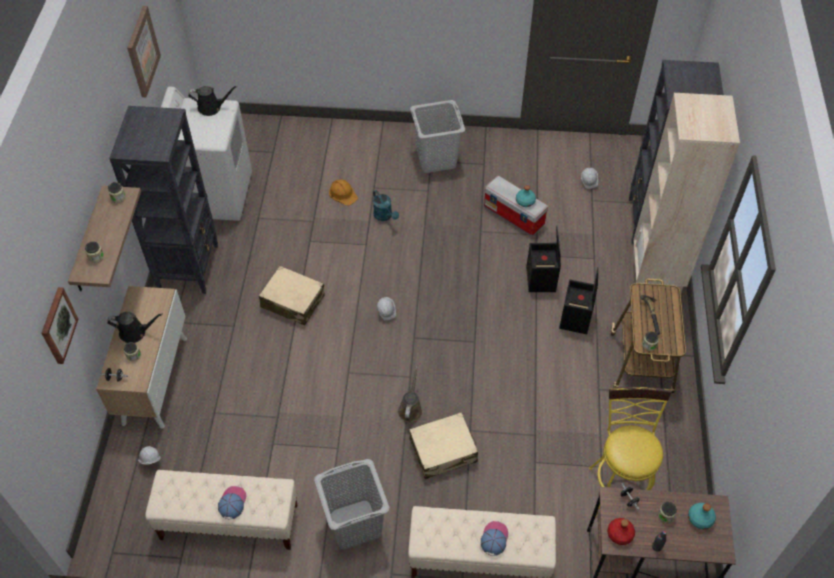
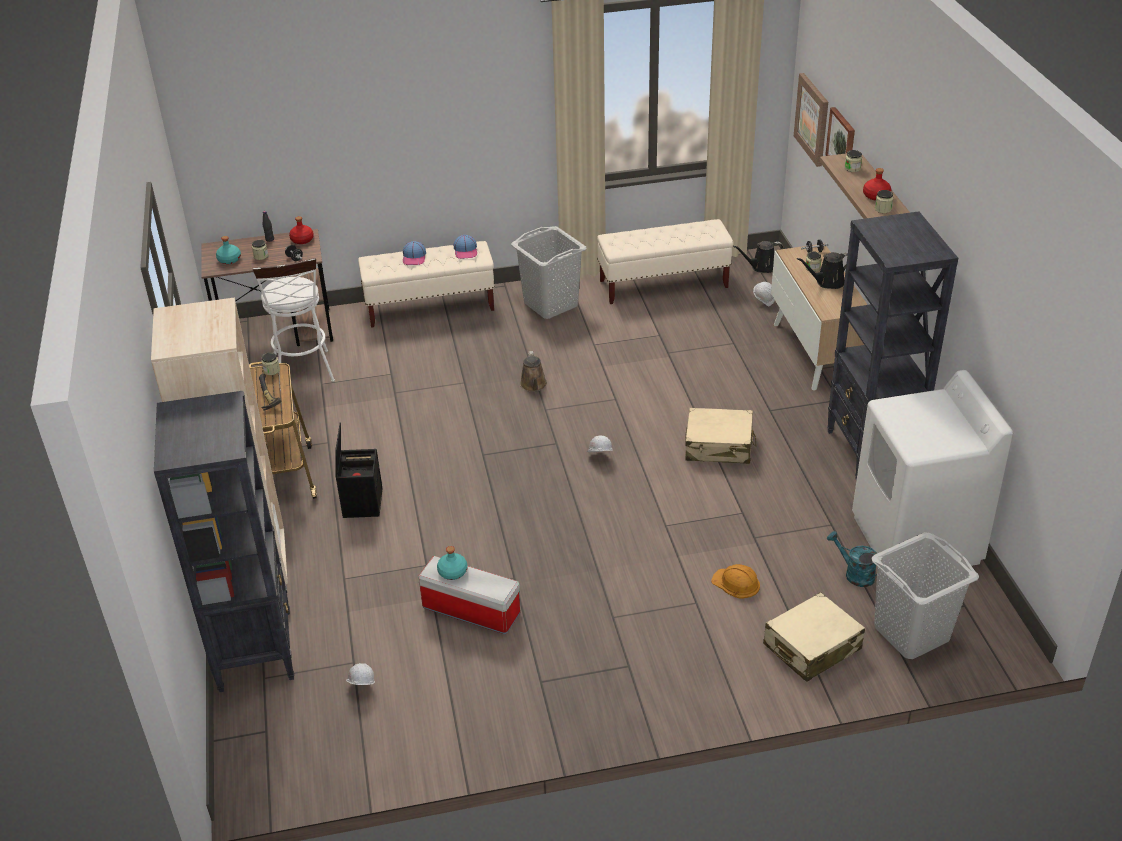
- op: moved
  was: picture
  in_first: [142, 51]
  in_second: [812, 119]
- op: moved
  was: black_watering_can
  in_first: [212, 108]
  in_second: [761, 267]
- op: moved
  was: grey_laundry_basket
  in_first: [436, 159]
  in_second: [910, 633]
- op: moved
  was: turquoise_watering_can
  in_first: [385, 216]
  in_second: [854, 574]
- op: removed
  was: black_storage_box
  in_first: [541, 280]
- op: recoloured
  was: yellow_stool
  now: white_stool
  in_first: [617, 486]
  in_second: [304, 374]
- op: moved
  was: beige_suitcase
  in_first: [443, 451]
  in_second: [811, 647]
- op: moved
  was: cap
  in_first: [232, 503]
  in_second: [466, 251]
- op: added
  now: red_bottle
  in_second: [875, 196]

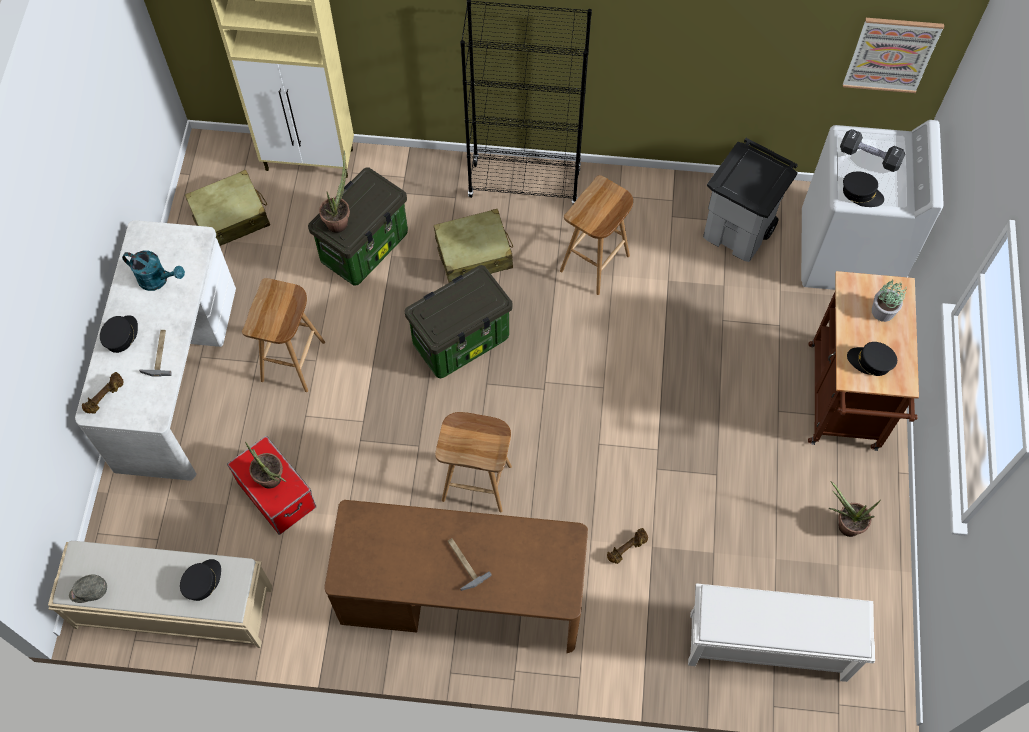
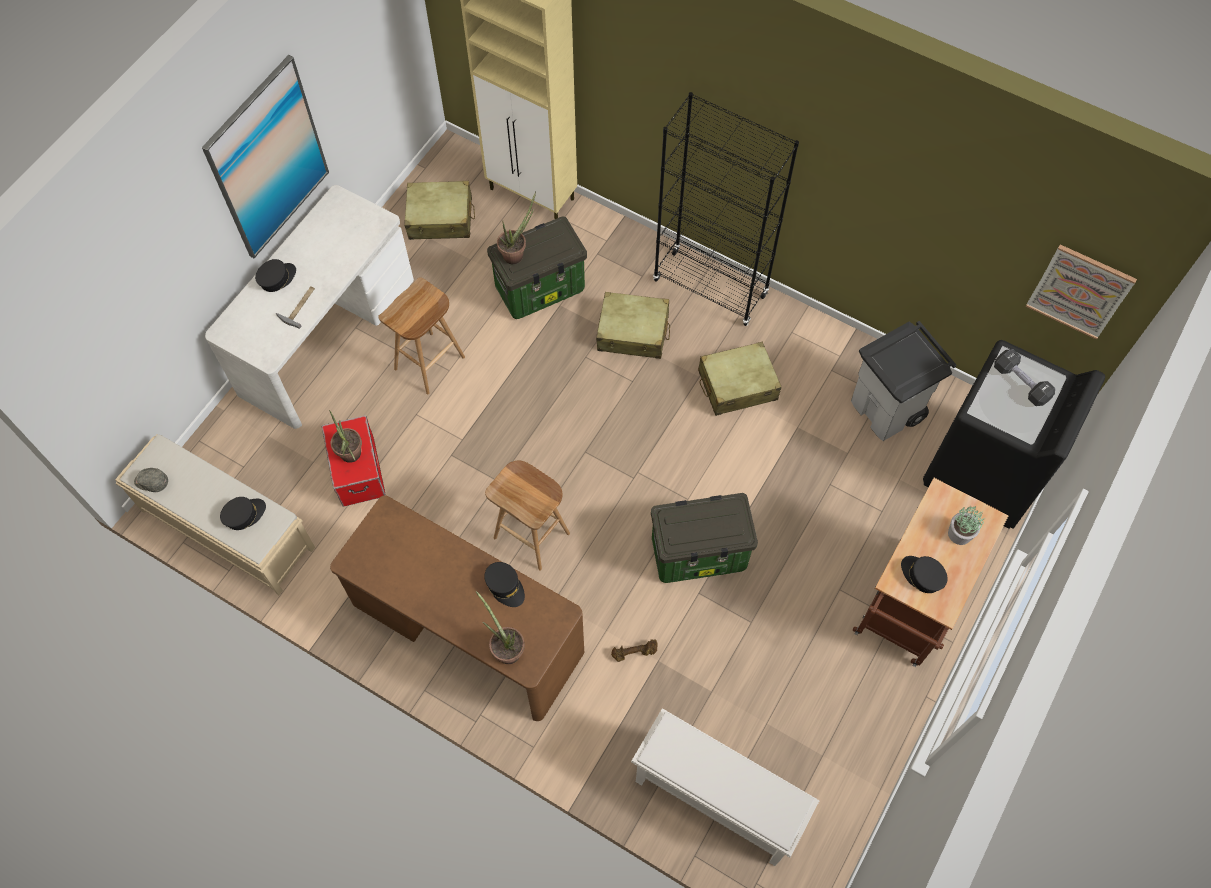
- op: recoloured
  was: white_washing_machine
  now: black_washing_machine
  in_first: [848, 252]
  in_second: [984, 471]
- op: moved
  was: black_cap
  in_first: [861, 193]
  in_second: [505, 587]
- op: replaced
  was: brown_stool
  now: beige_suitcase
  in_first: [595, 264]
  in_second: [737, 385]
- op: removed
  was: turquoise_watering_can
  in_first: [158, 280]
- op: moved
  was: storage_box
  in_first: [461, 340]
  in_second: [700, 553]
- op: removed
  was: brown_dumbbell
  in_first: [105, 397]
- op: moved
  was: potted_plant
  in_first: [844, 524]
  in_second: [505, 648]
- op: removed
  was: hammer
  in_first: [463, 563]
- op: added
  now: picture
  in_second: [268, 159]

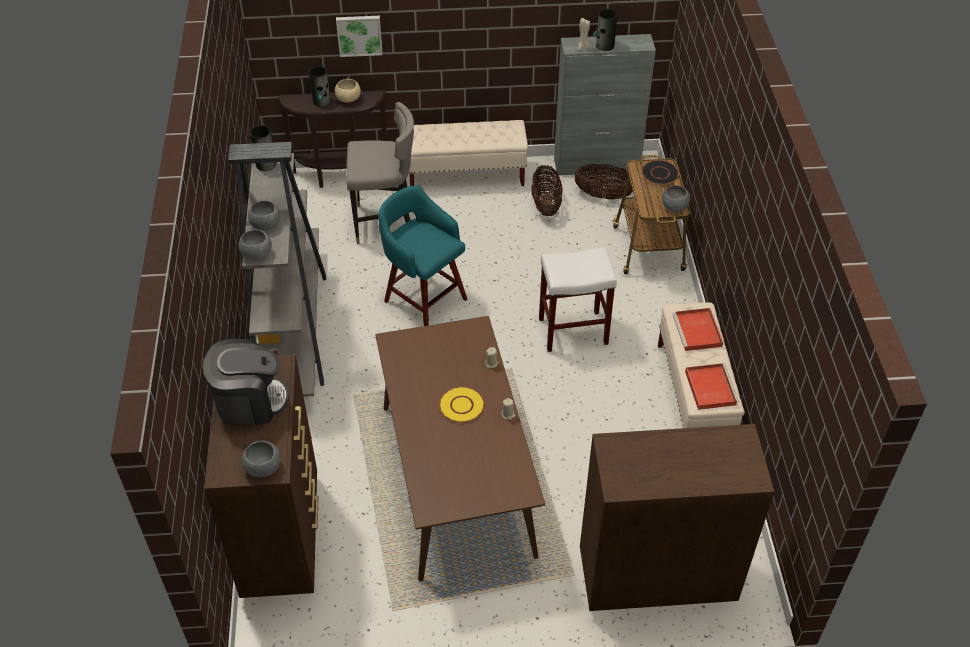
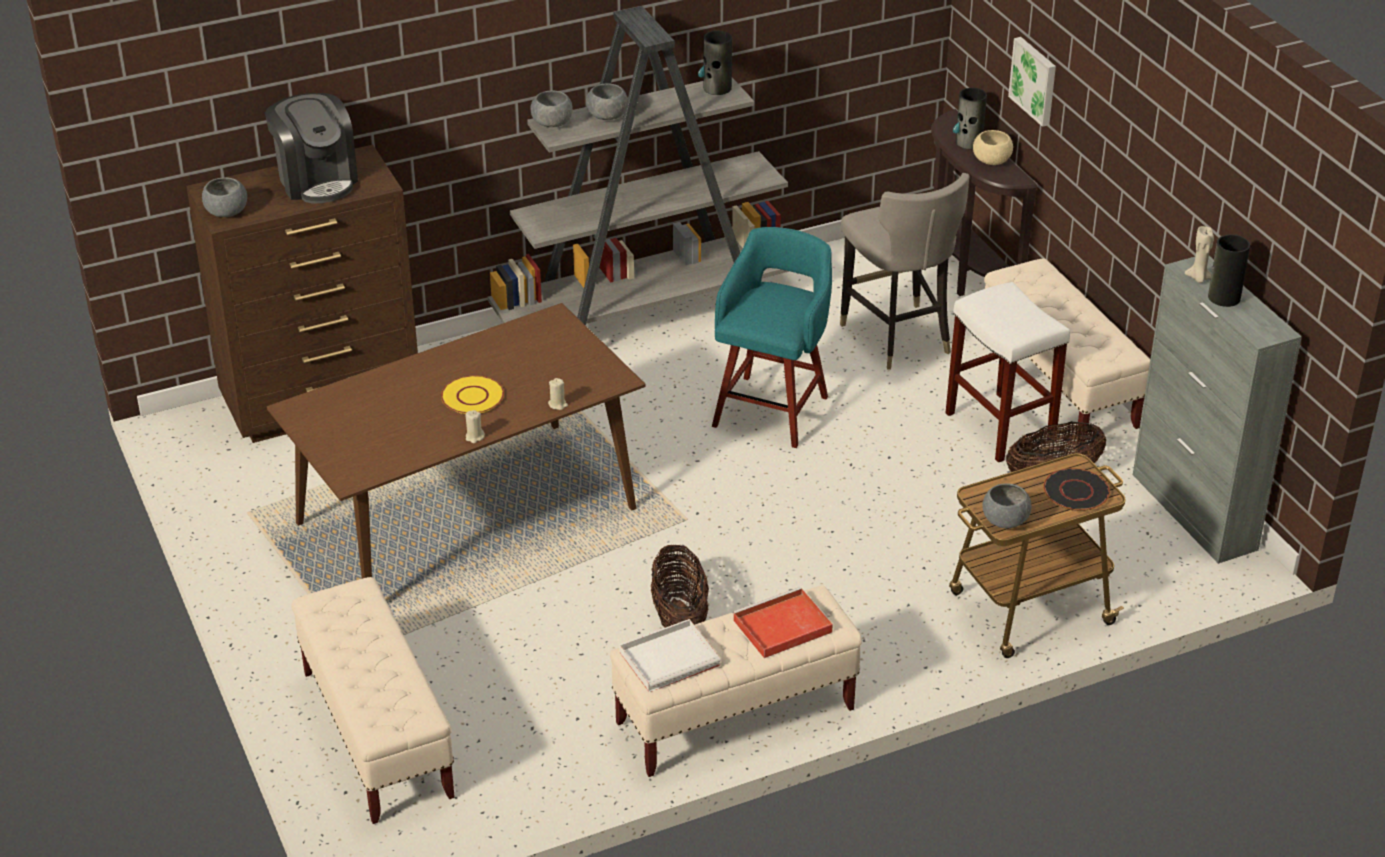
- op: moved
  was: basket
  in_first: [604, 195]
  in_second: [679, 617]
- op: moved
  was: white_stool
  in_first: [574, 330]
  in_second: [1001, 428]
- op: recoloured
  was: red_tray
  now: white_tray
  in_first: [709, 387]
  in_second: [671, 658]
- op: replaced
  was: brown_dresser
  now: beige_bench
  in_first: [655, 577]
  in_second: [377, 734]

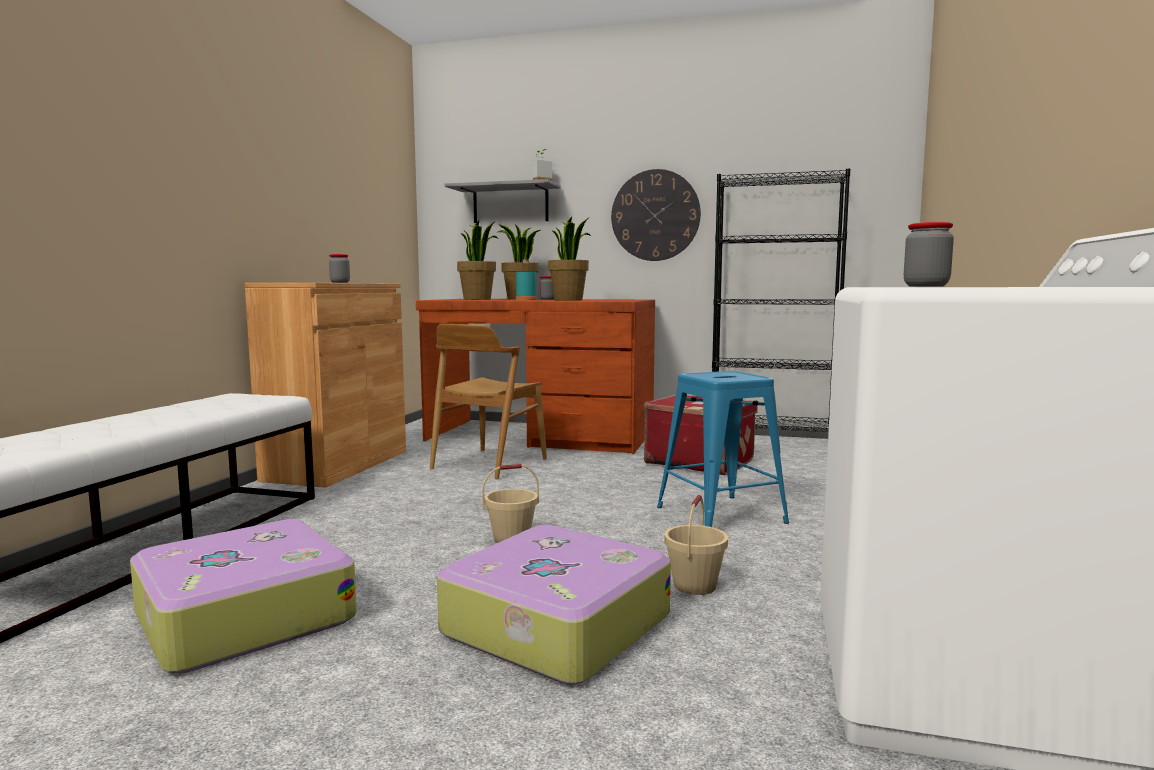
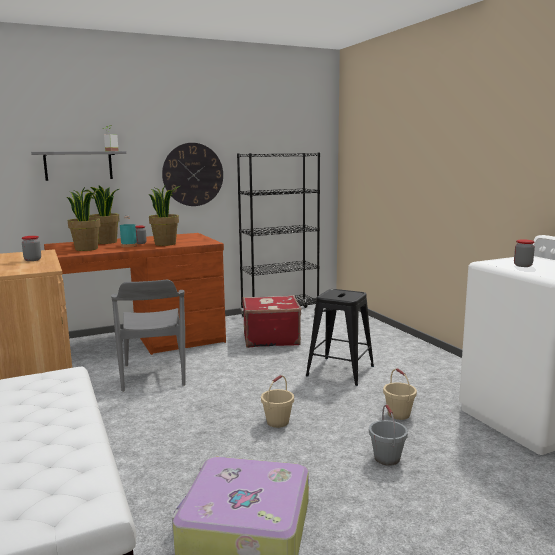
- op: recoloured
  was: brown_chair
  now: grey_chair
  in_first: [488, 464]
  in_second: [153, 375]
- op: recoloured
  was: blue_stool
  now: black_stool
  in_first: [720, 515]
  in_second: [340, 371]
- op: replaced
  was: suitcase
  now: grey_bucket
  in_first: [553, 625]
  in_second: [387, 458]

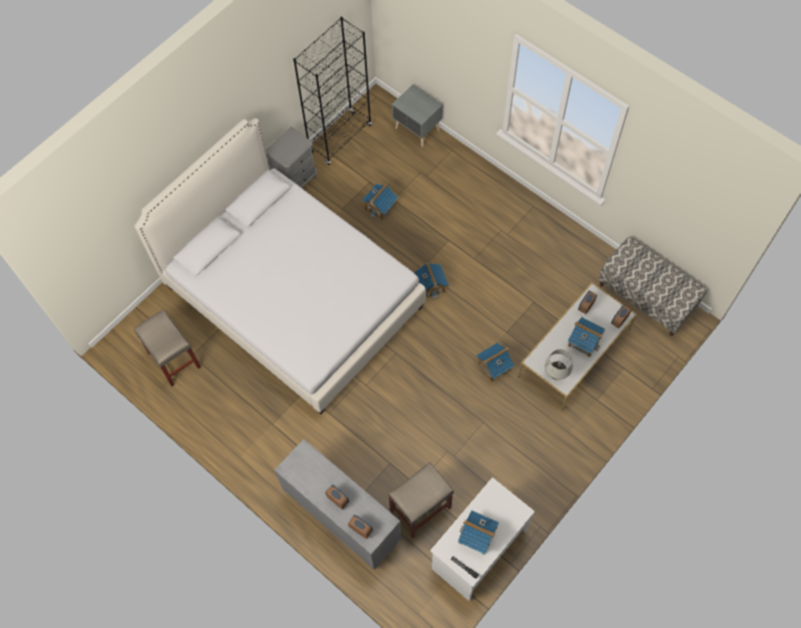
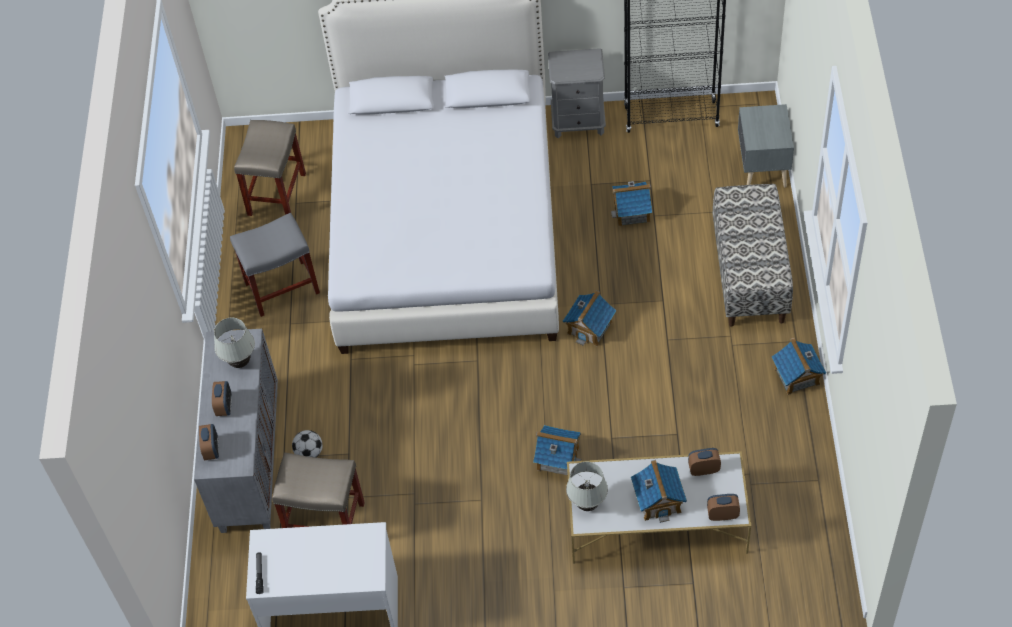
- op: moved
  was: bench
  in_first: [646, 297]
  in_second: [750, 274]
- op: moved
  was: toy_house
  in_first: [477, 536]
  in_second: [796, 376]
- op: added
  now: grey_stool
  in_second: [281, 288]
- op: added
  now: white_table_lamp
  in_second: [240, 363]
- op: added
  now: football
  in_second: [309, 453]

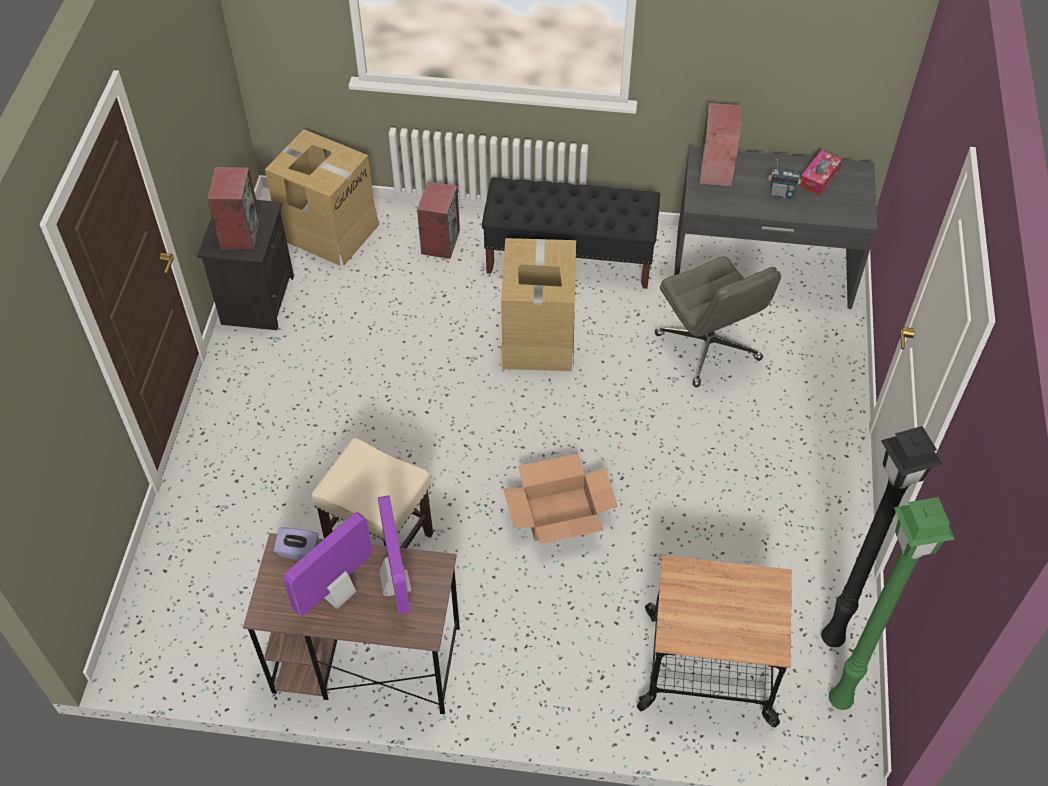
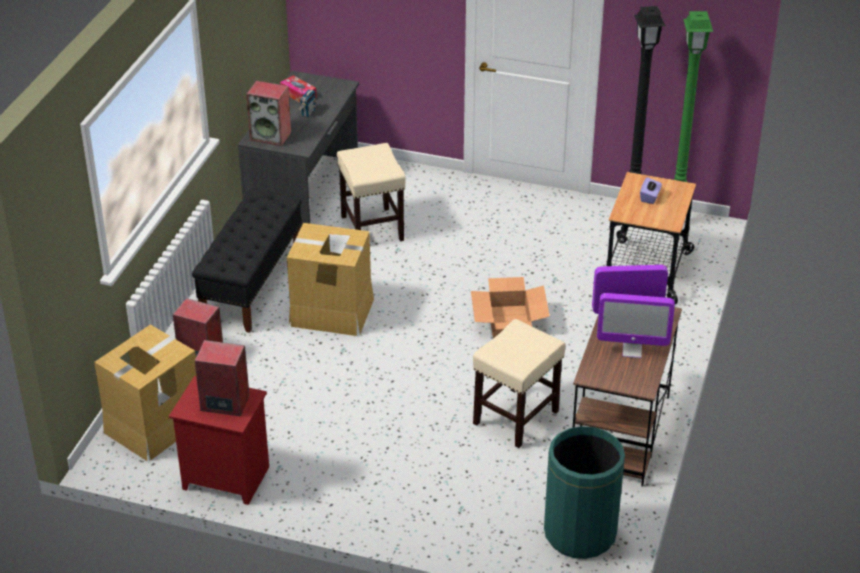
- op: recoloured
  was: black_nightstand
  now: red_nightstand
  in_first: [256, 299]
  in_second: [224, 478]
- op: replaced
  was: grey_office_chair
  now: beige_stool
  in_first: [709, 347]
  in_second: [372, 229]
- op: turned
  was: monitor
  in_first: [338, 593]
  in_second: [632, 350]
  clockwise: -45
- op: moved
  was: purple_tissue_box
  in_first: [298, 551]
  in_second: [650, 197]
- op: added
  now: green_trash_can
  in_second: [580, 533]

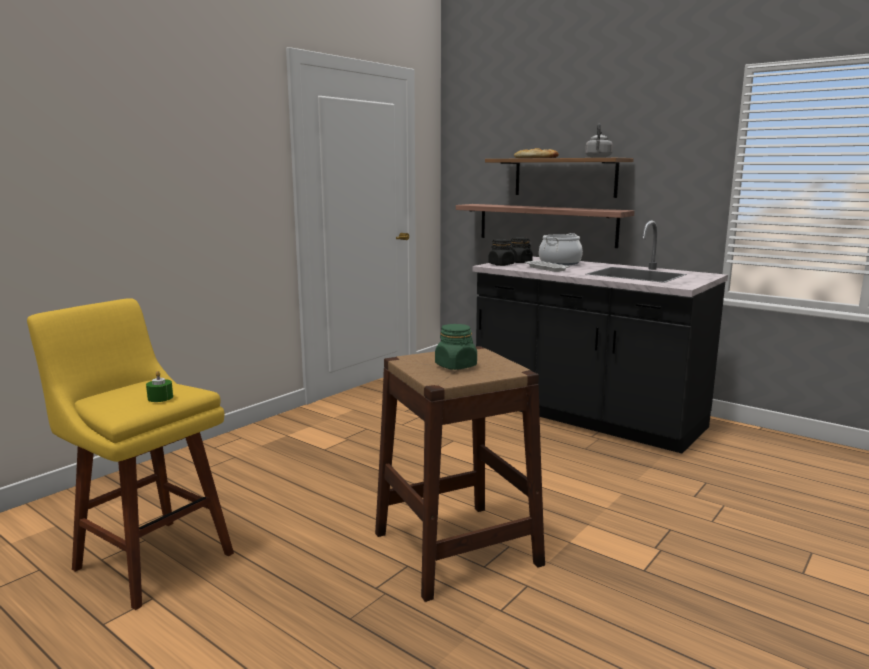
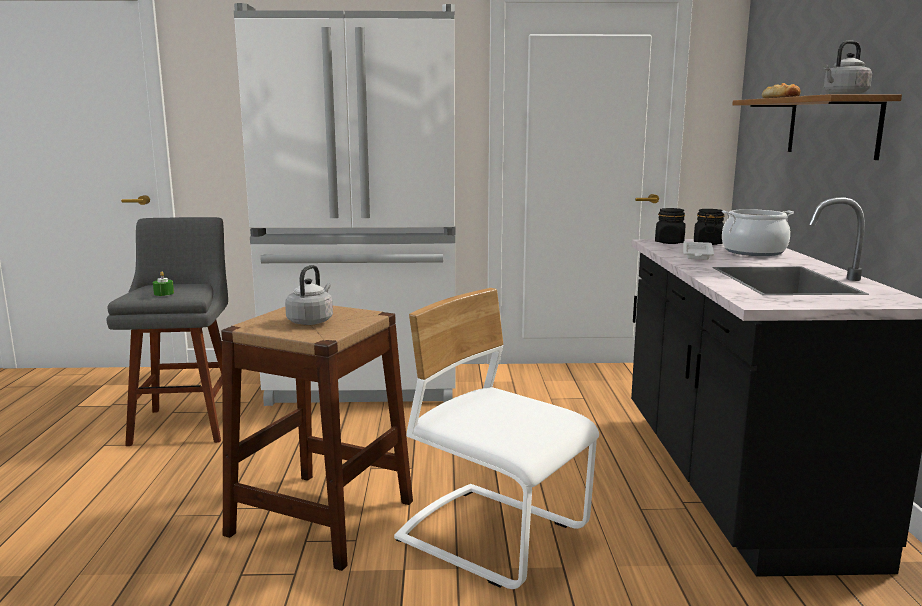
- op: removed
  was: shelf
  in_first: [546, 224]
- op: recoloured
  was: yellow_stool
  now: grey_stool
  in_first: [149, 558]
  in_second: [187, 423]
- op: replaced
  was: green_jar
  now: grey_kettle
  in_first: [456, 366]
  in_second: [311, 321]
- op: added
  now: white_fridge
  in_second: [365, 385]
- op: added
  now: white_chair
  in_second: [493, 536]

